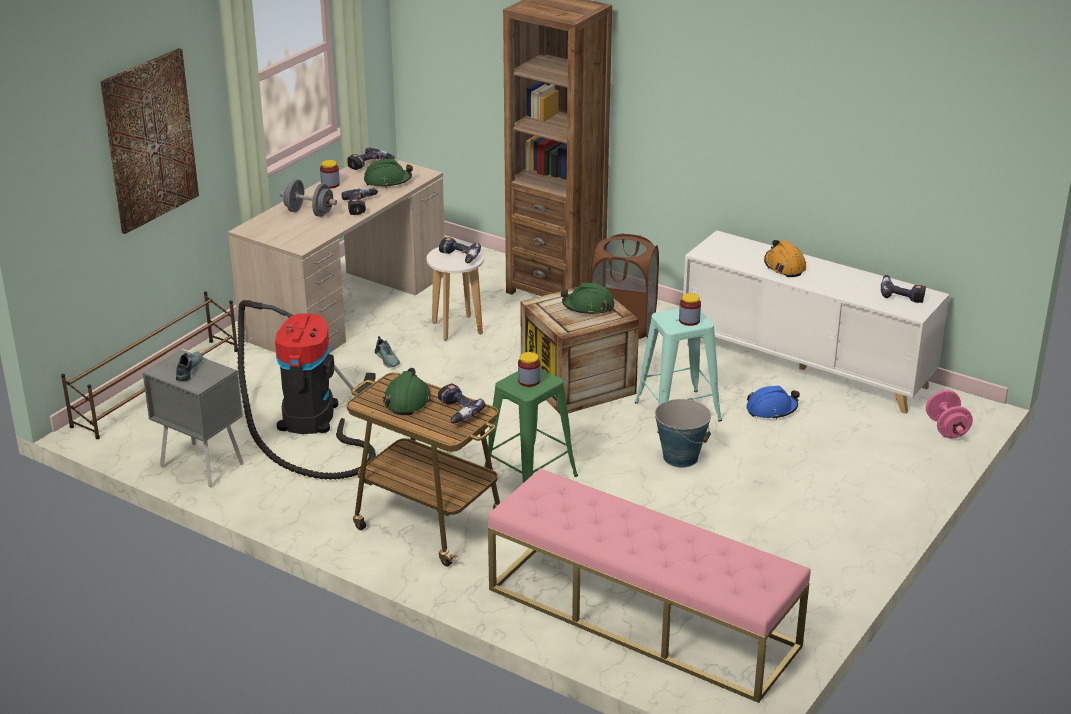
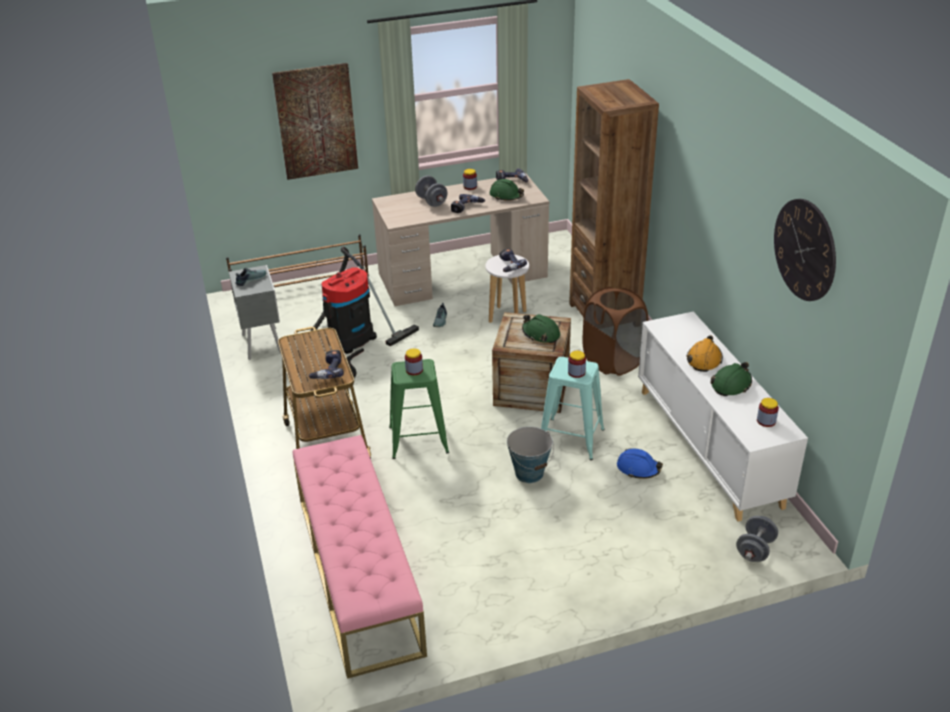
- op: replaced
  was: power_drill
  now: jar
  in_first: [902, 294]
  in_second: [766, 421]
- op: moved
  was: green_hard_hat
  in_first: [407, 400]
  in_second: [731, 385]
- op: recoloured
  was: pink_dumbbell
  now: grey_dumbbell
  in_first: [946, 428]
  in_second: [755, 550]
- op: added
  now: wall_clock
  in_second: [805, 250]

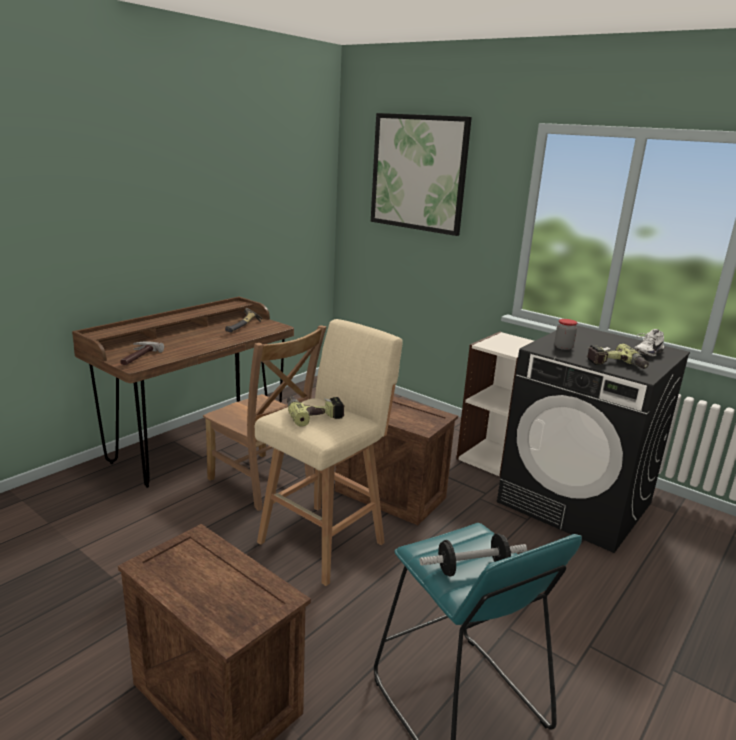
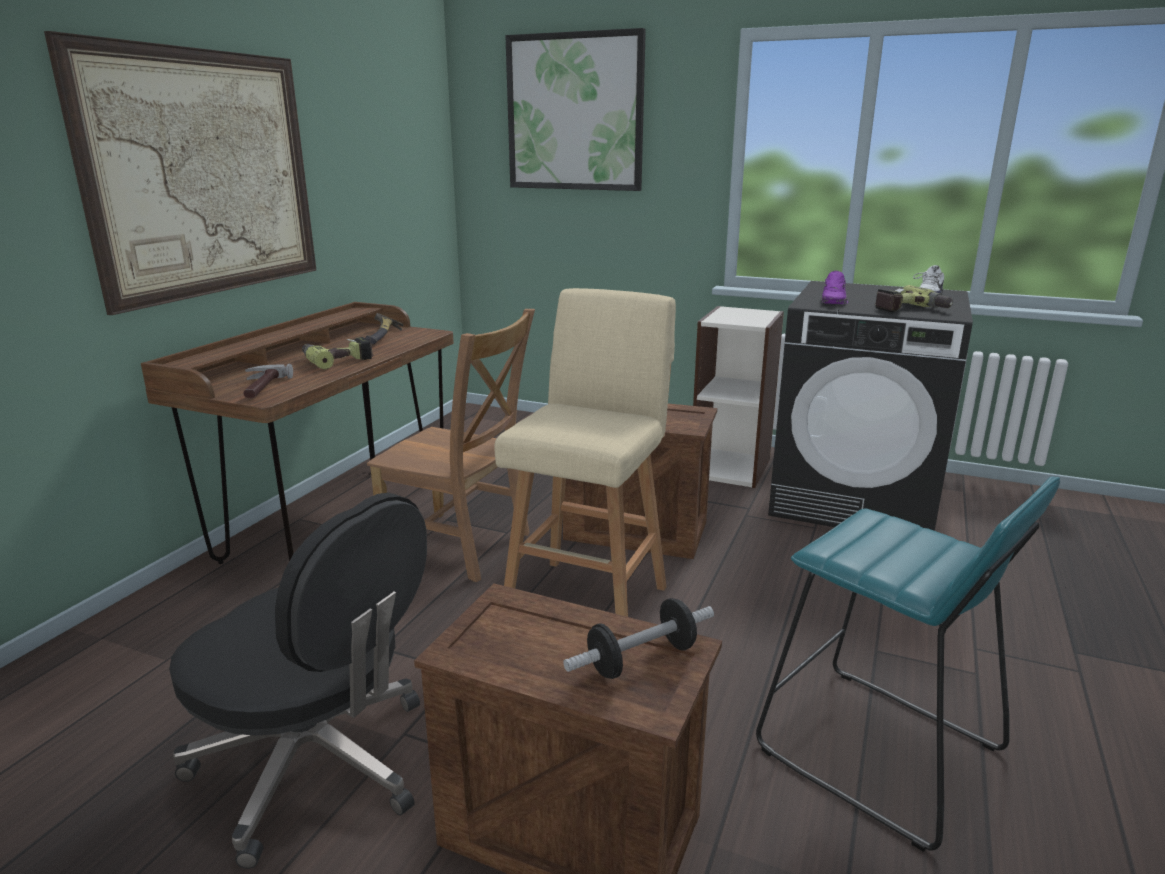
- op: replaced
  was: jar
  now: purple_shoe
  in_first: [563, 347]
  in_second: [834, 301]
- op: moved
  was: power_drill
  in_first: [314, 414]
  in_second: [337, 360]
- op: moved
  was: dumbbell
  in_first: [472, 568]
  in_second: [641, 659]
- op: added
  now: picture
  in_second: [205, 174]
- op: added
  now: black_office_chair
  in_second: [317, 765]

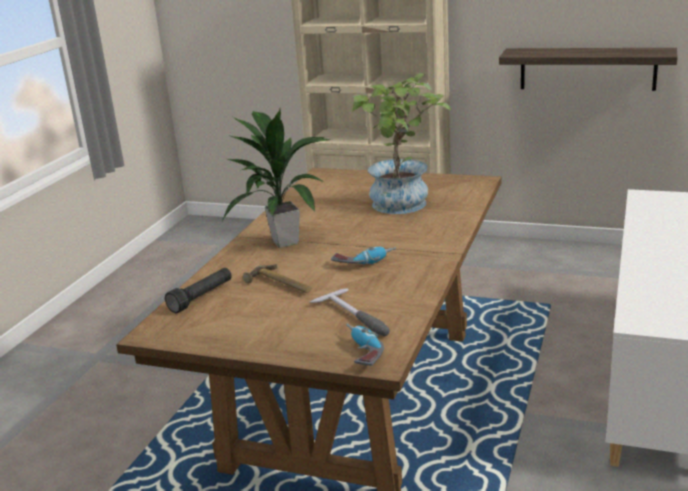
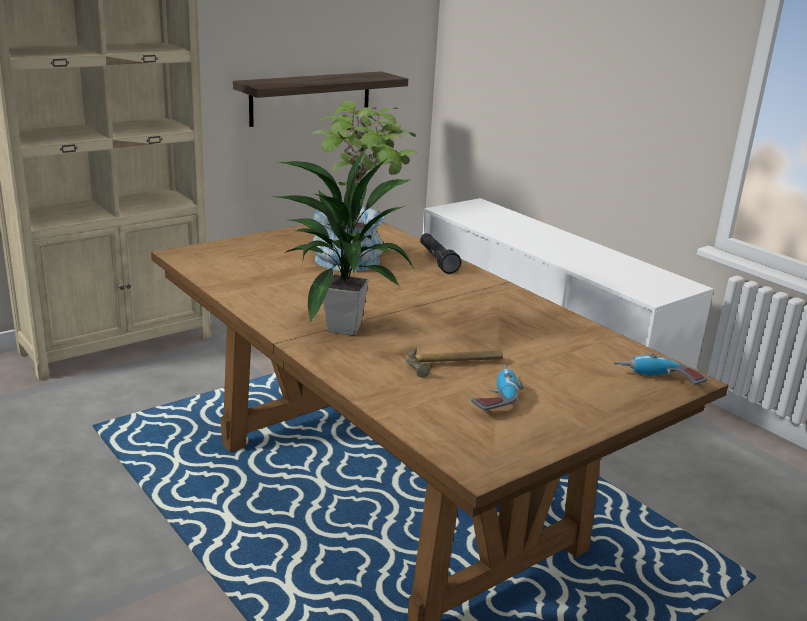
- op: moved
  was: power_drill
  in_first: [364, 262]
  in_second: [495, 397]
- op: moved
  was: black_flashlight
  in_first: [202, 297]
  in_second: [437, 260]
- op: removed
  was: hammer
  in_first: [355, 318]

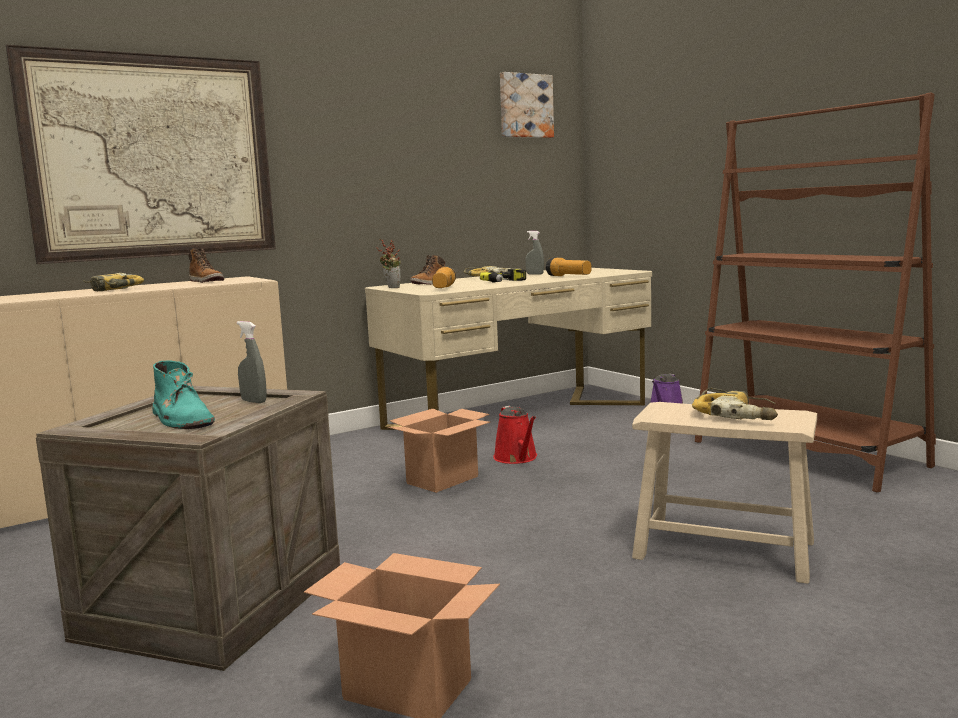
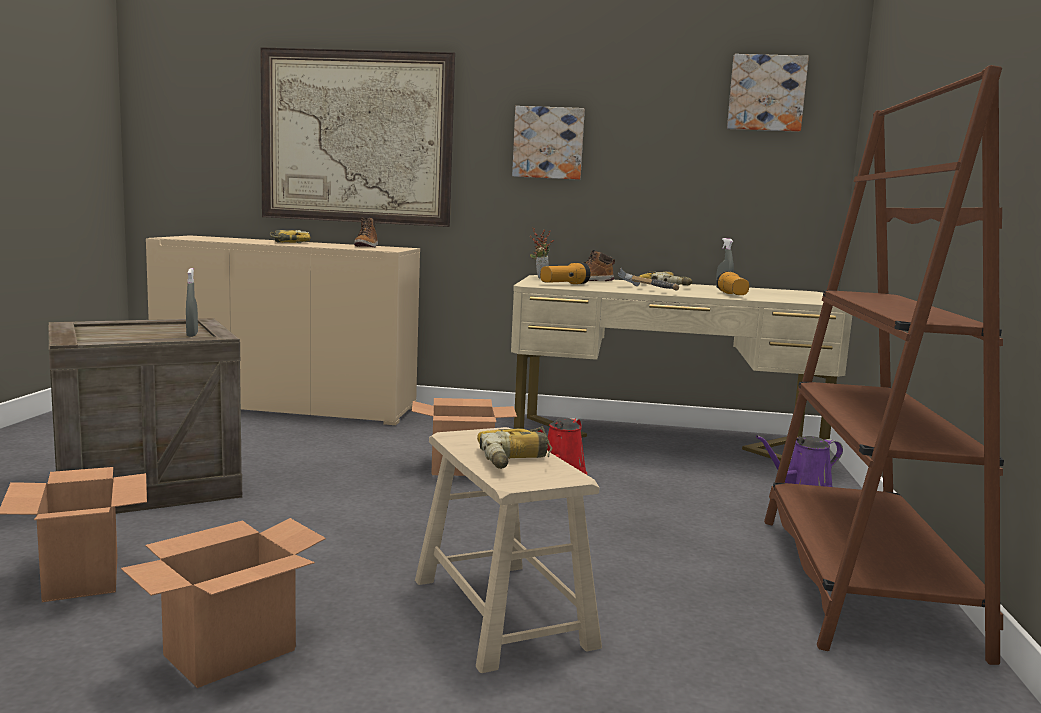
- op: replaced
  was: power_drill
  now: hammer
  in_first: [509, 282]
  in_second: [648, 289]
- op: removed
  was: turquoise_boot
  in_first: [182, 419]
- op: added
  now: picture
  in_second: [548, 143]
- op: added
  now: cardboard_box
  in_second: [229, 653]

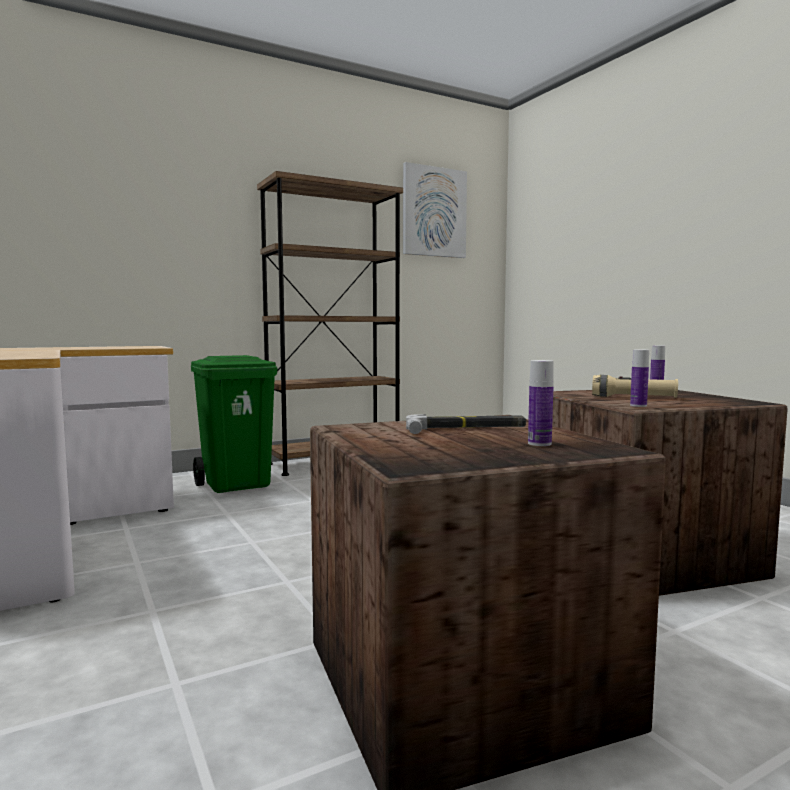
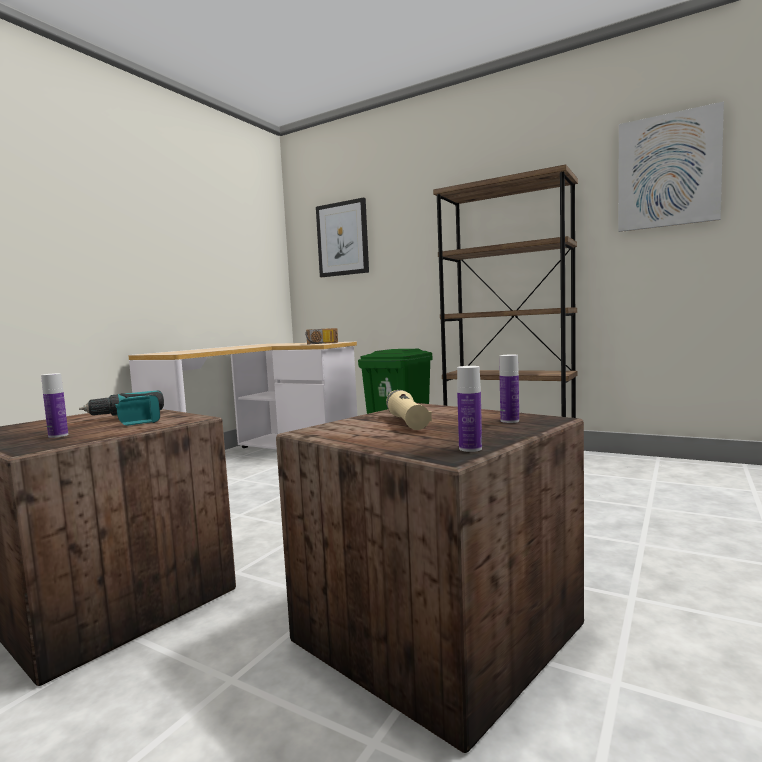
- op: moved
  was: bottle
  in_first: [638, 405]
  in_second: [470, 449]
- op: replaced
  was: hammer
  now: power_drill
  in_first: [465, 428]
  in_second: [128, 420]
- op: added
  now: picture
  in_second: [342, 239]
- op: added
  now: radio
  in_second: [323, 343]

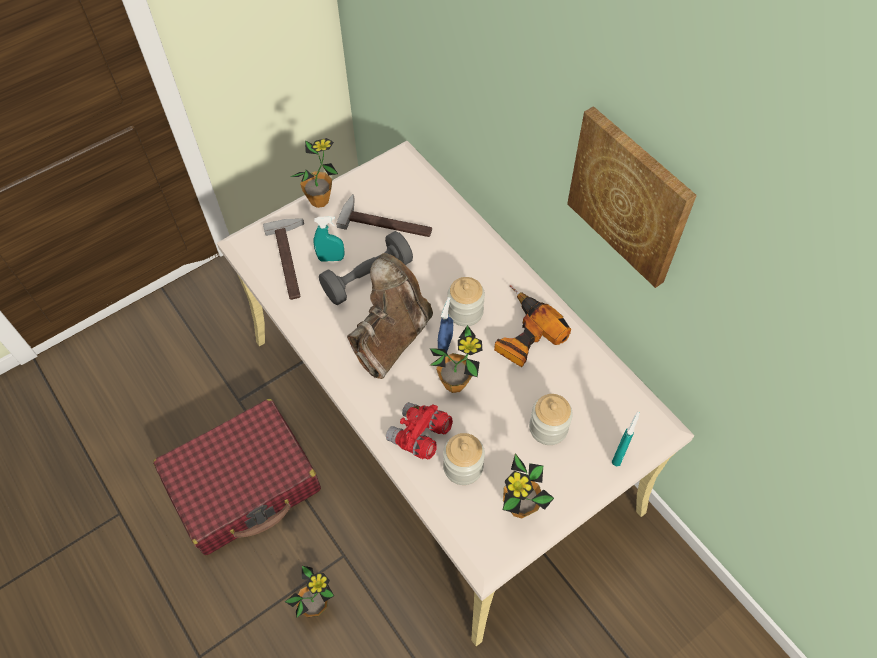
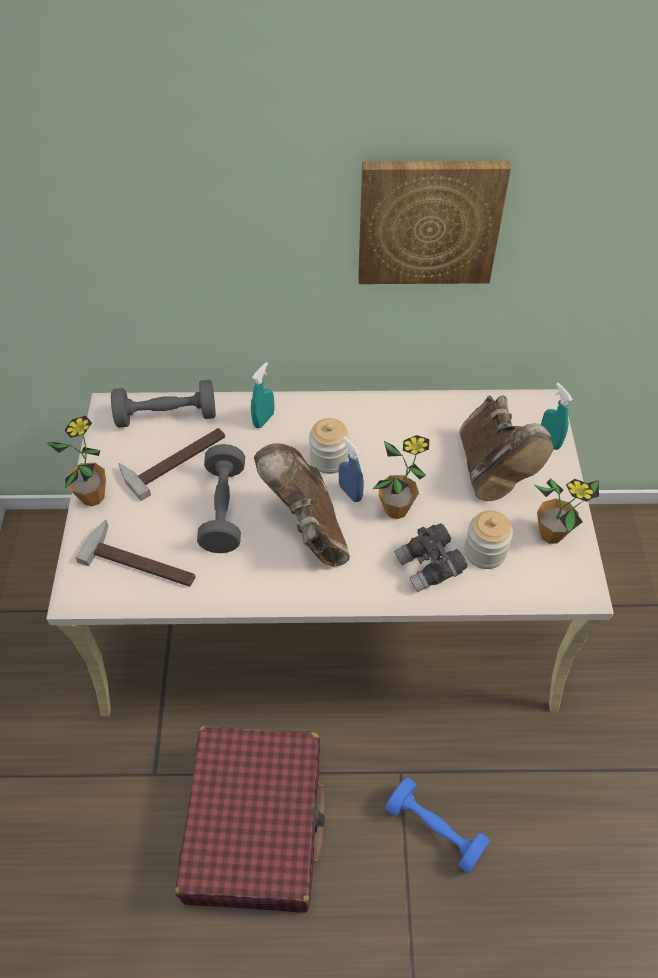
- op: moved
  was: turquoise_spray_bottle
  in_first: [331, 258]
  in_second: [264, 420]
- op: removed
  was: power_drill
  in_first: [523, 334]
- op: replaced
  was: jar
  now: brown_boot
  in_first: [548, 428]
  in_second: [491, 471]
- op: recoloured
  was: red_binoculars
  now: grey_binoculars
  in_first: [419, 436]
  in_second: [429, 566]
- op: replaced
  was: potted_plant
  now: blue_dumbbell
  in_first: [315, 606]
  in_second: [435, 829]
- op: added
  now: grey_dumbbell
  in_second: [167, 416]

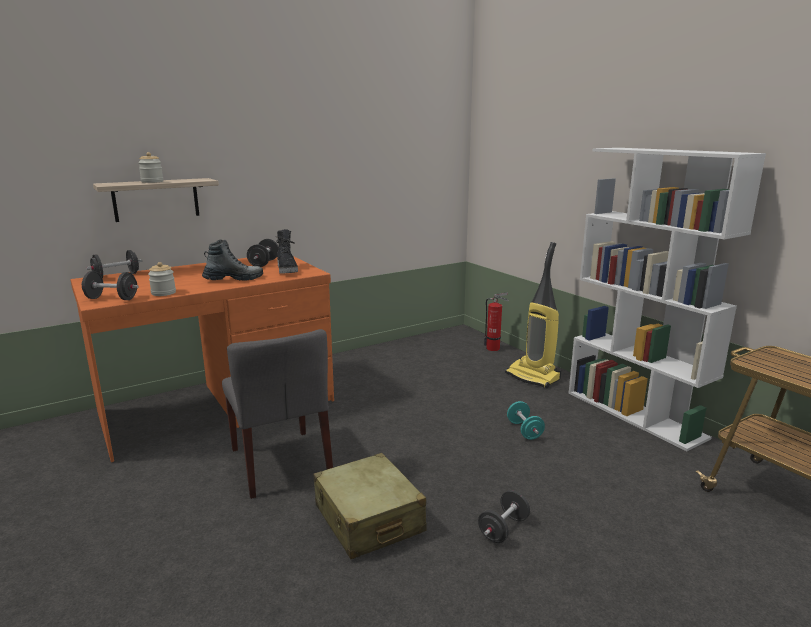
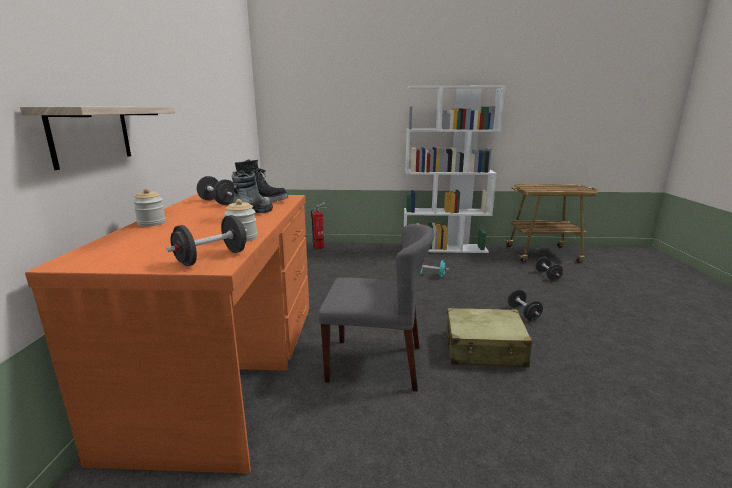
- op: moved
  was: jar
  in_first: [152, 182]
  in_second: [151, 223]
- op: removed
  was: vacuum_cleaner
  in_first: [533, 377]
- op: moved
  was: black_dumbbell
  in_first: [116, 276]
  in_second: [547, 276]

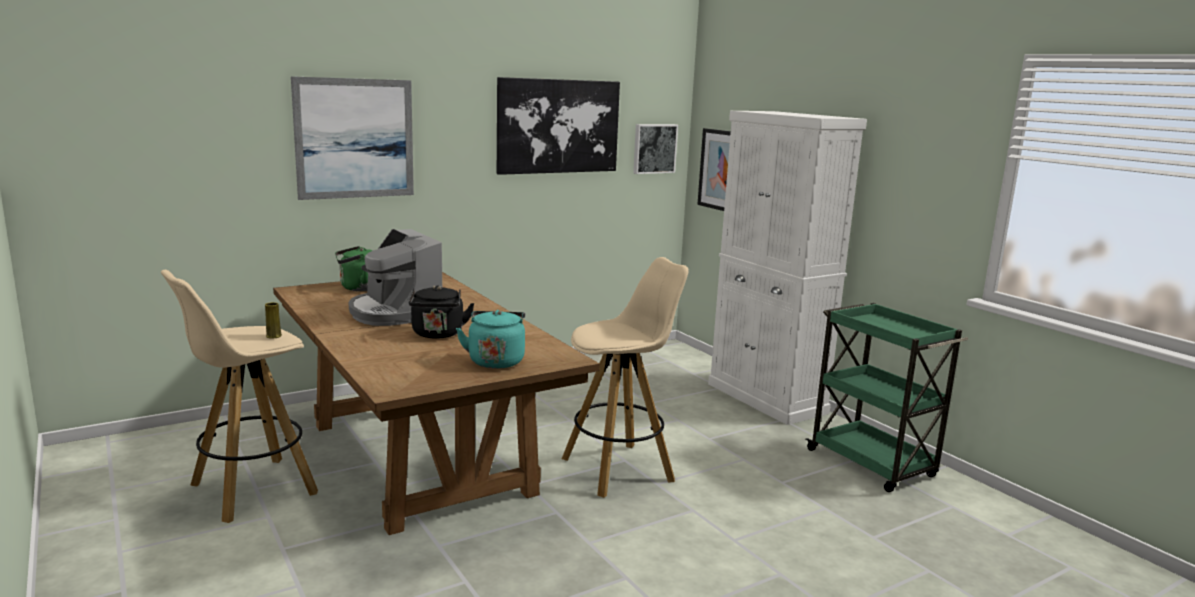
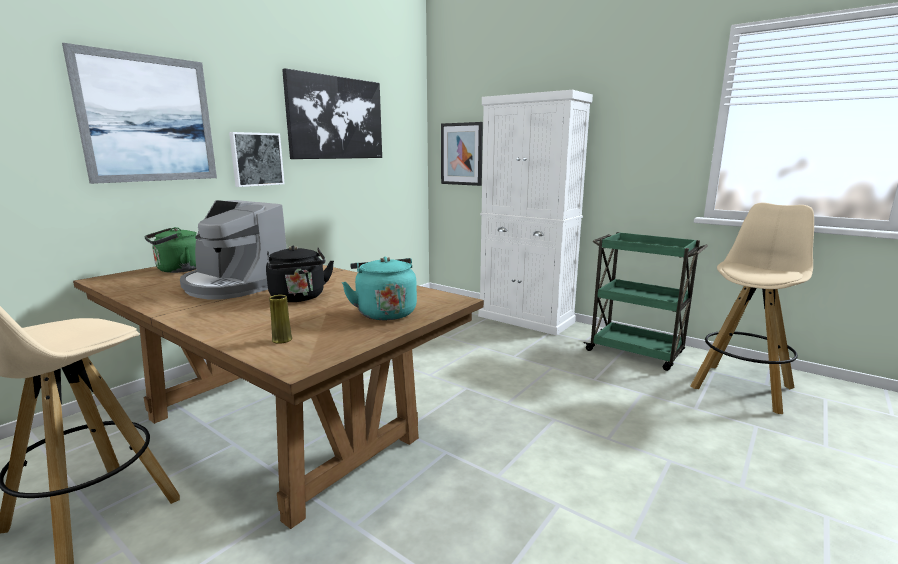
- op: moved
  was: picture
  in_first: [654, 148]
  in_second: [256, 159]
- op: moved
  was: beige_stool
  in_first: [619, 469]
  in_second: [742, 387]
- op: moved
  was: yellow_vase
  in_first: [273, 336]
  in_second: [282, 340]

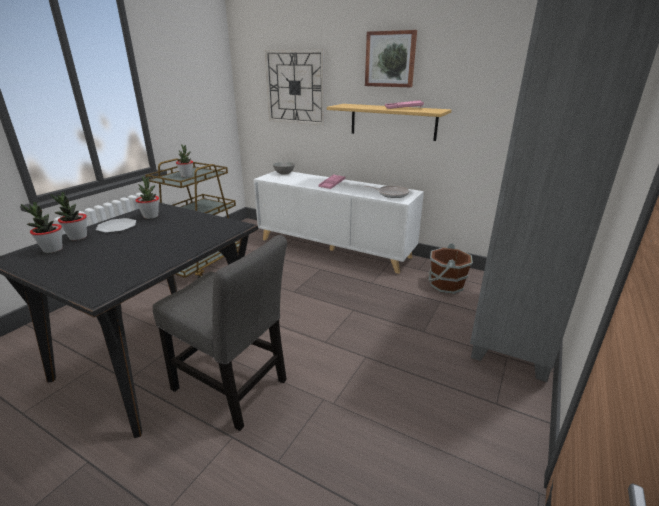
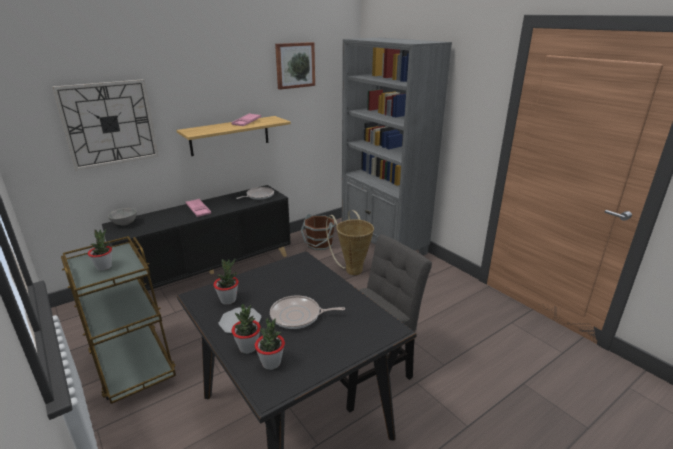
- op: moved
  was: picture
  in_first: [390, 59]
  in_second: [295, 65]
- op: recoloured
  was: white_cabinet
  now: black_cabinet
  in_first: [334, 248]
  in_second: [210, 271]
- op: added
  now: basket
  in_second: [352, 269]
- op: added
  now: frying_pan
  in_second: [298, 316]

